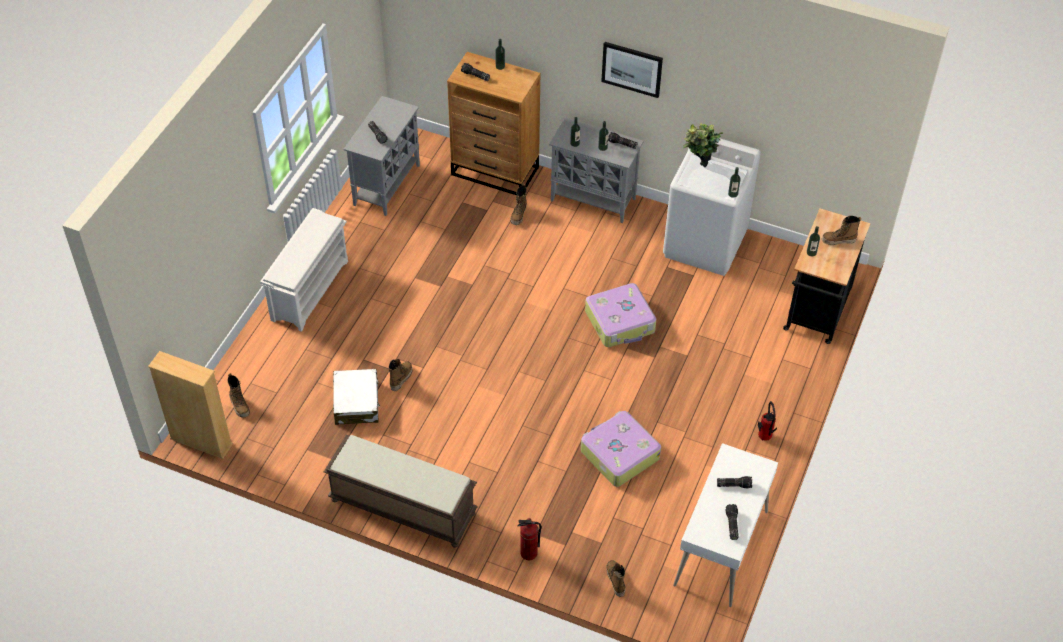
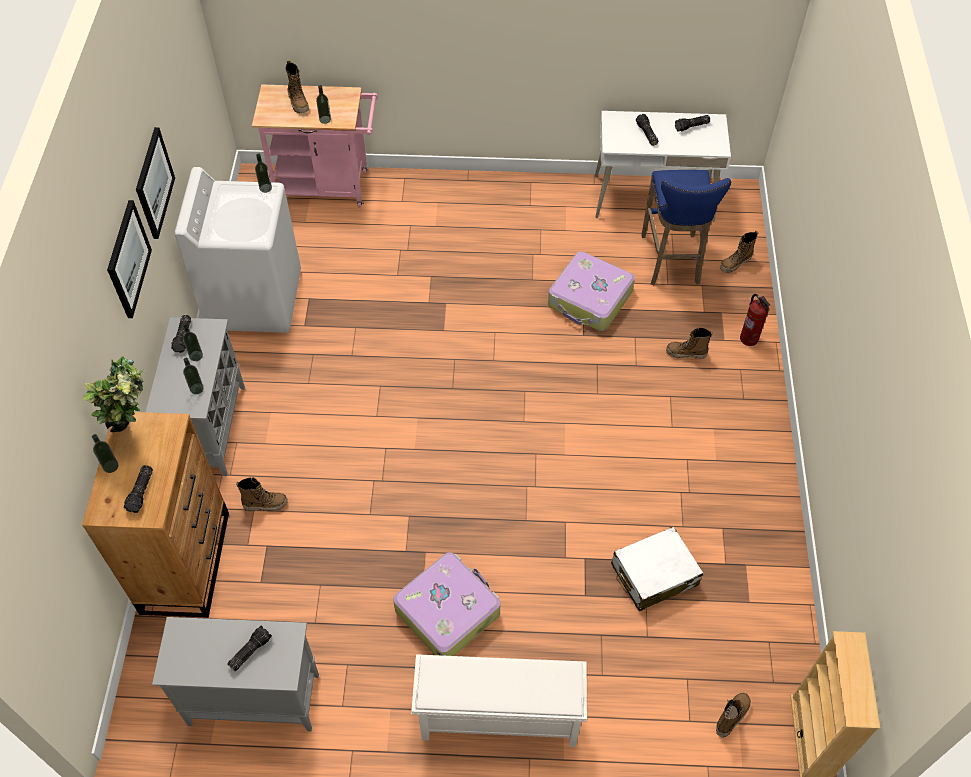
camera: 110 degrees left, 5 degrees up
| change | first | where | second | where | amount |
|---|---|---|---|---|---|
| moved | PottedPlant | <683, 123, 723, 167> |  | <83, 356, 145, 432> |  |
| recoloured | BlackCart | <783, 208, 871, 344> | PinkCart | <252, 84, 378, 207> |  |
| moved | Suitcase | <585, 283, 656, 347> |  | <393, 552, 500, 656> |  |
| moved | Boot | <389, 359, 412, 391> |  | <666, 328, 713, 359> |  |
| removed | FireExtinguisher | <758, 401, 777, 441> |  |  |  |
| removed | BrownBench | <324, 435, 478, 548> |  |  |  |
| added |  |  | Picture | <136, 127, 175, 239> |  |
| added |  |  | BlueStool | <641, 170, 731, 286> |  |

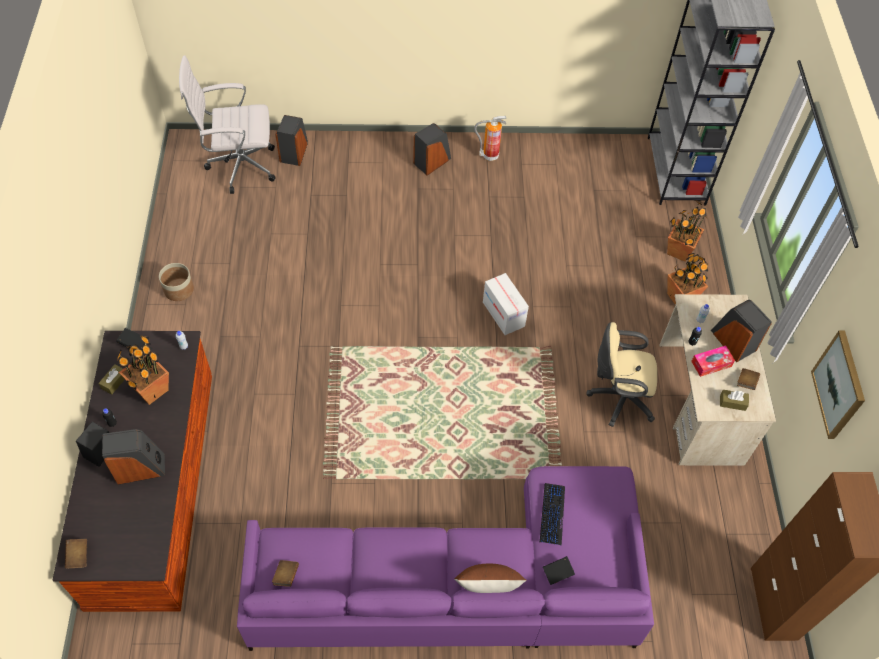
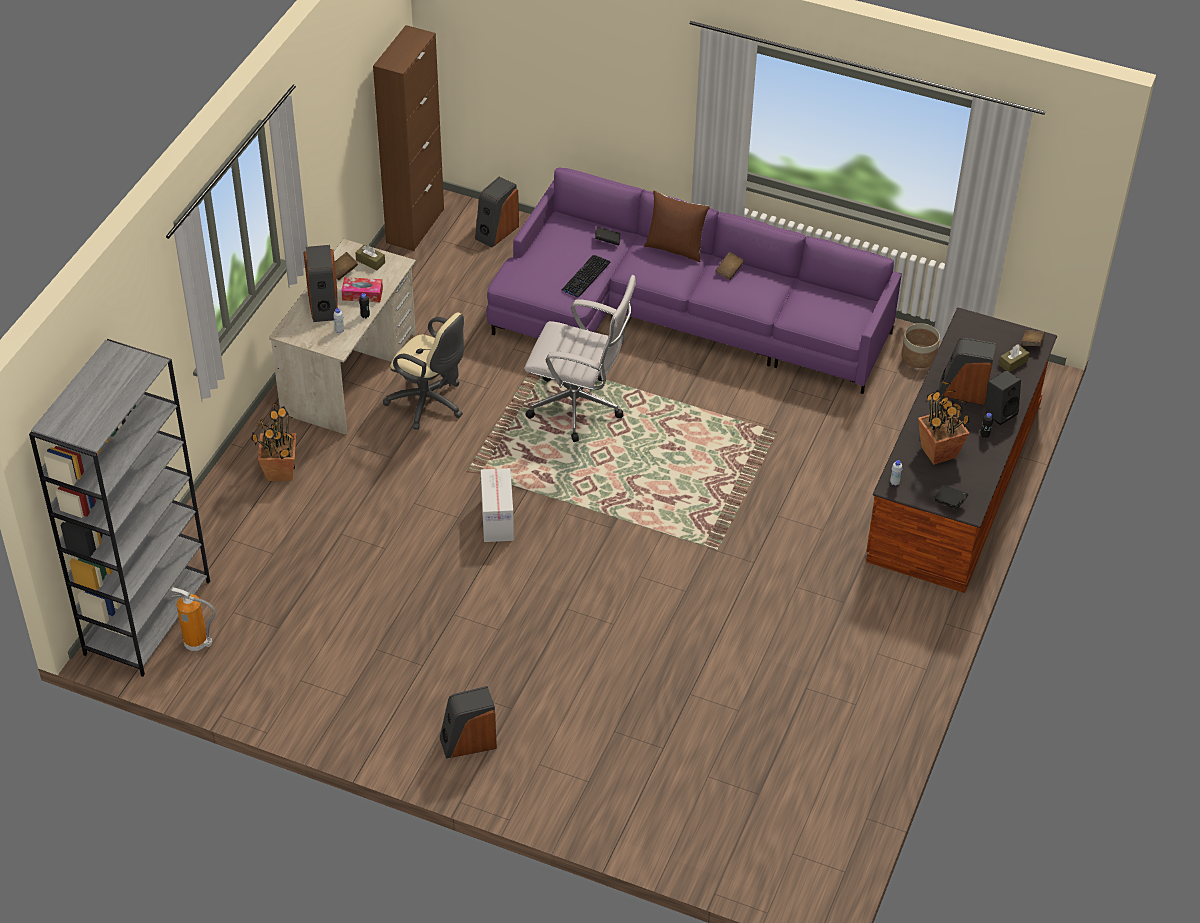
camera: 155 degrees left, 10 degrees down
| change | first | where | second | where | amount |
|---|---|---|---|---|---|
| moved | WhiteOfficeChair | <179, 55, 276, 194> |  | <525, 275, 636, 442> |  |
| moved | Speaker | <275, 115, 308, 166> |  | <475, 176, 519, 248> |  |
| moved | FireExtinguisher | <474, 116, 506, 161> |  | <170, 587, 216, 651> |  |
| removed | PottedPlant | <667, 200, 708, 262> |  |  |  |
| moved | Planter | <159, 263, 194, 301> |  | <902, 323, 940, 368> |  |
| removed | Picture | <811, 330, 865, 439> |  |  |  |
| moved | BrownTissueBox | <98, 364, 125, 394> |  | <999, 345, 1029, 372> |  |
| moved | BrownBook | <272, 560, 299, 587> |  | <715, 252, 744, 280> |  |

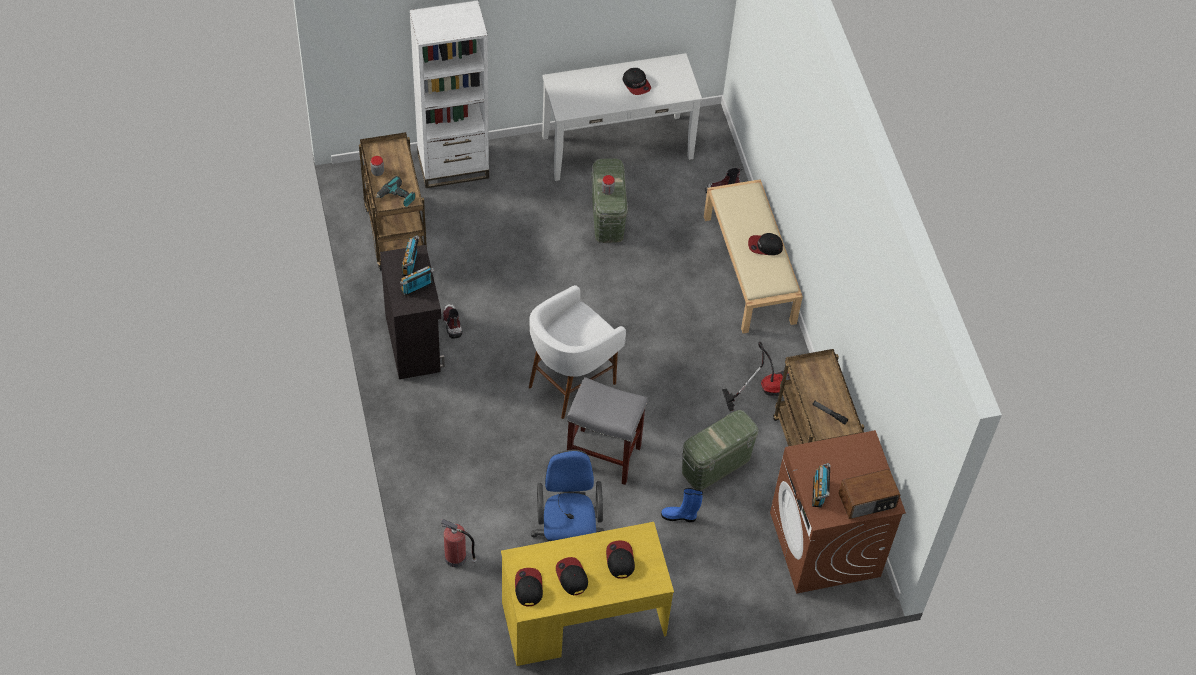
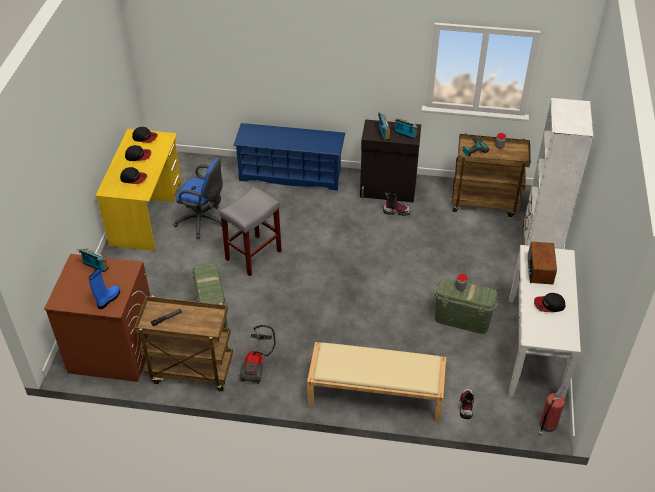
camera: 115 degrees right, 10 degrees down
| change | first | where | second | where | amount |
|---|---|---|---|---|---|
| removed | Cap | <748, 233, 783, 255> |  |  |  |
| removed | WhiteStool | <529, 285, 626, 419> |  |  |  |
| moved | Radio | <839, 469, 900, 519> |  | <528, 242, 557, 284> |  |
| moved | BlueBoot | <661, 488, 703, 522> |  | <89, 268, 120, 309> |  |
| moved | FireExtinguisher | <441, 519, 477, 567> |  | <539, 385, 566, 435> |  |
| added |  |  | BlueShoeRack | <233, 123, 345, 191> |  |

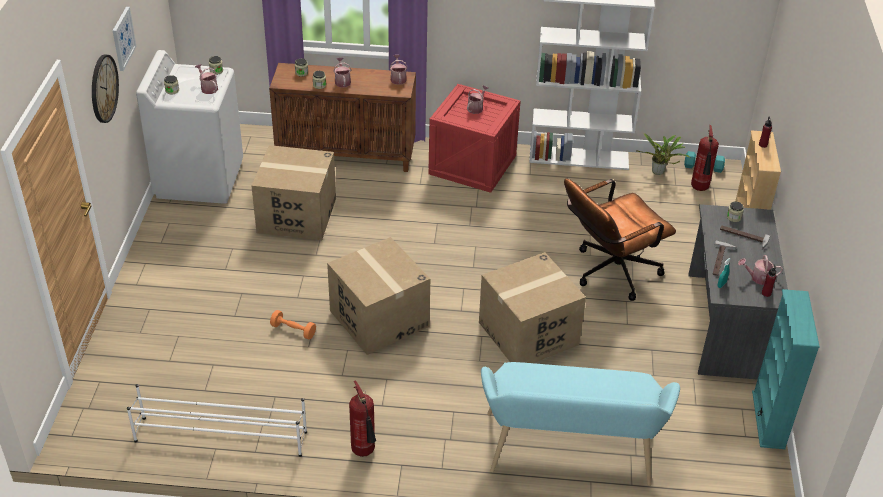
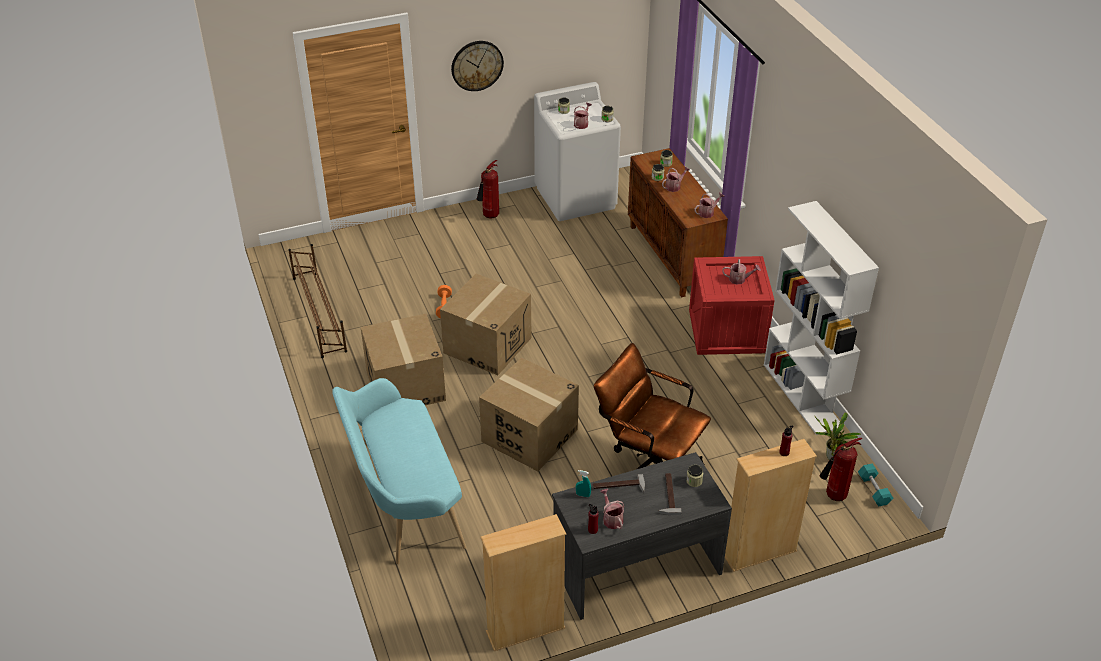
camera: 65 degrees right, 0 degrees up
| change | first | where | second | where | amount |
|---|---|---|---|---|---|
| removed | Picture | <113, 7, 137, 71> |  |  |  |
| moved | CardboardBox | <252, 145, 336, 240> |  | <361, 314, 446, 405> |  |
| recoloured | TurquoiseBookcase | <752, 289, 820, 449> | BeigeBookcase | <480, 514, 566, 651> |  |
| moved | FireExtinguisher | <349, 380, 376, 457> |  | <477, 160, 499, 219> |  |
| recoloured | WhiteShoeRack | <127, 384, 307, 457> | BrownShoeRack | <288, 244, 347, 358> |  |

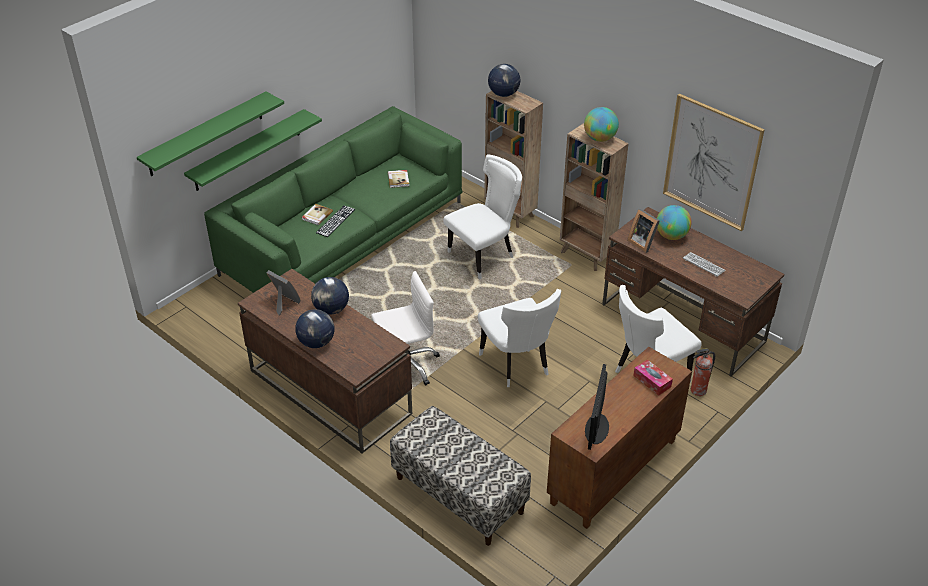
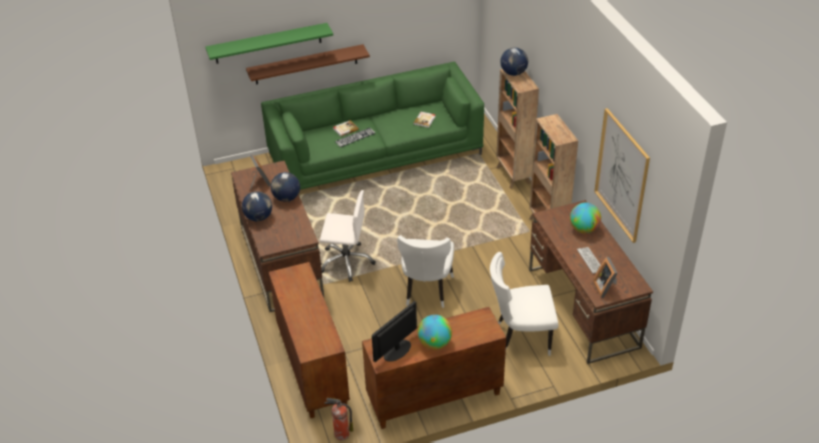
camera: 30 degrees right, 0 degrees up
| change | first | where | second | where | amount |
|---|---|---|---|---|---|
| moved | Globe | <584, 107, 619, 142> |  | <417, 315, 452, 350> |  |
| recoloured | GreenShelf | <184, 109, 322, 191> | BrownShelf | <246, 44, 370, 84> |  |
| removed | WhiteChair | <443, 154, 522, 279> |  |  |  |
| moved | PictureFrame | <627, 209, 660, 253> |  | <593, 257, 618, 298> |  |
| moved | FireExtinguisher | <691, 348, 715, 396> |  | <324, 398, 353, 440> |  |
| removed | TissueBox | <633, 360, 673, 396> |  |  |  |
| replaced | Bench | <390, 406, 531, 546> | BrownCabinet | <269, 262, 350, 418> |  |

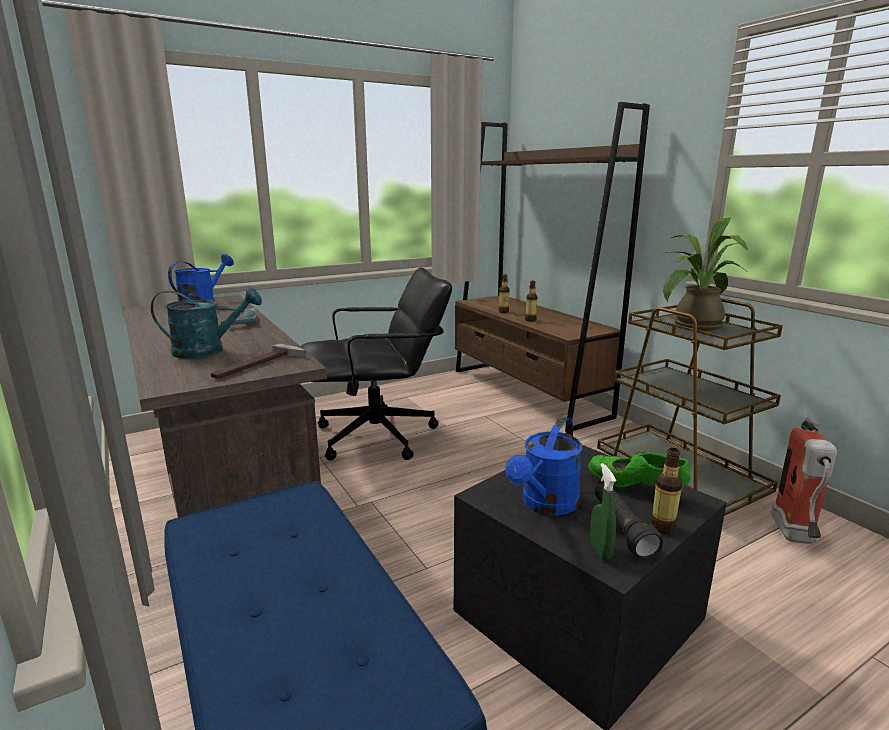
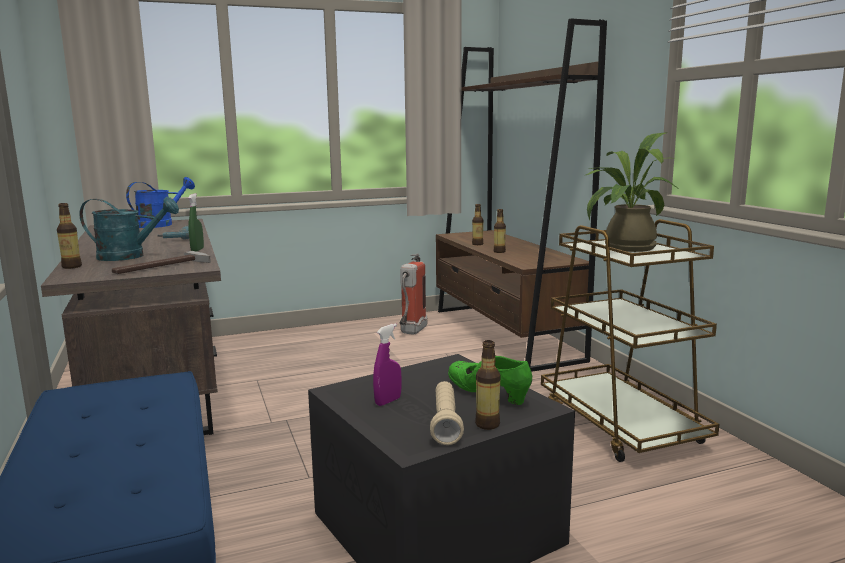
camera: 10 degrees right, 5 degrees down
| change | first | where | second | where | amount |
|---|---|---|---|---|---|
| removed | BlackOfficeChair | <301, 267, 452, 461> |  |  |  |
| replaced | BlueWateringCan | <506, 417, 582, 516> | PurpleSprayBottle | <373, 323, 402, 406> |  |
| moved | FireExtinguisher | <771, 417, 837, 544> |  | <400, 253, 427, 334> |  |
| moved | GreenSprayBottle | <590, 463, 616, 560> |  | <188, 194, 204, 252> |  |
| recoloured | BlackFlashlight | <595, 483, 663, 559> | BeigeFlashlight | <430, 381, 464, 445> |  |
| added |  |  | Bottle | <57, 203, 82, 269> |  |

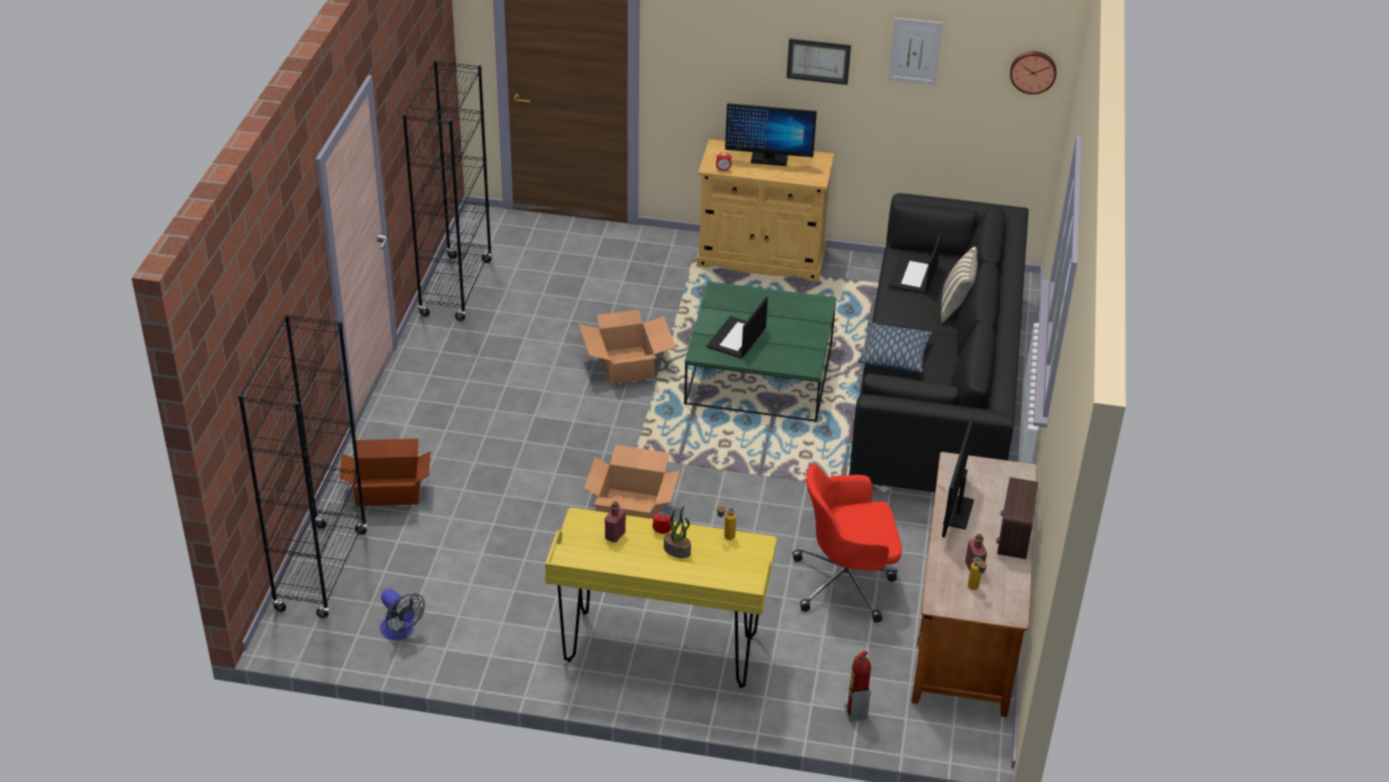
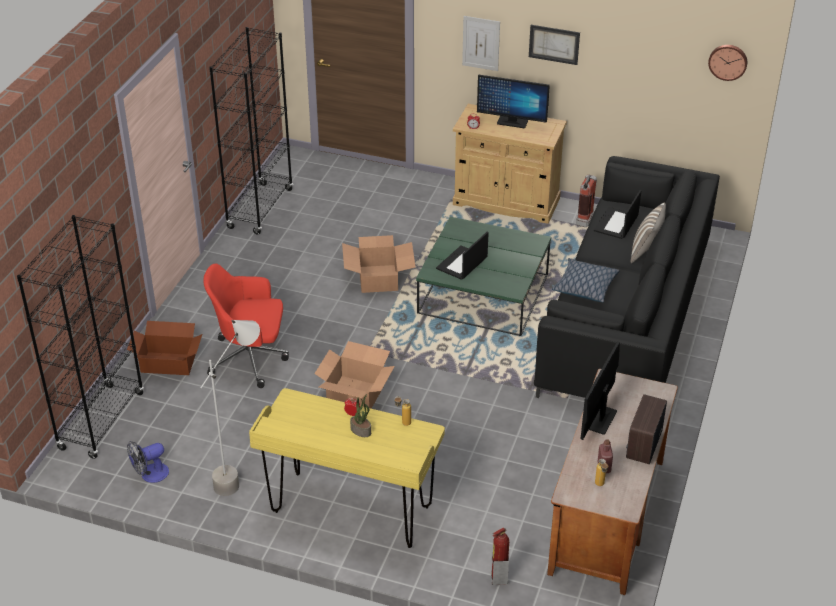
camera: 10 degrees right, 0 degrees up
| change | first | where | second | where | amount |
|---|---|---|---|---|---|
| moved | Picture | <888, 18, 943, 85> |  | <462, 16, 500, 71> |  |
| moved | RedOfficeChair | <792, 464, 902, 623> |  | <203, 264, 289, 388> |  |
| removed | RedBottle | <605, 501, 626, 542> |  |  |  |
| turned | Fan | <380, 589, 425, 640> |  | <127, 441, 169, 483> | 90 degrees clockwise |
| added |  |  | FireExtinguisher | <576, 174, 597, 227> |  |
| added |  |  | GreyFloorLamp | <201, 320, 260, 496> |  |

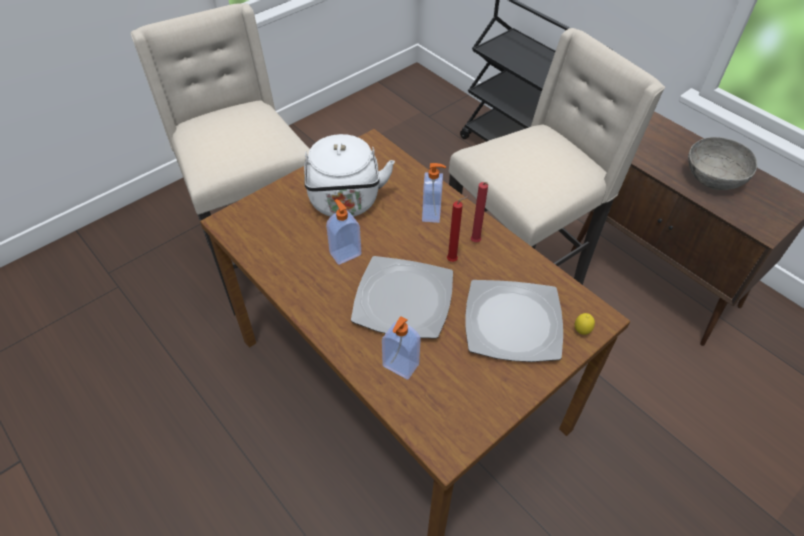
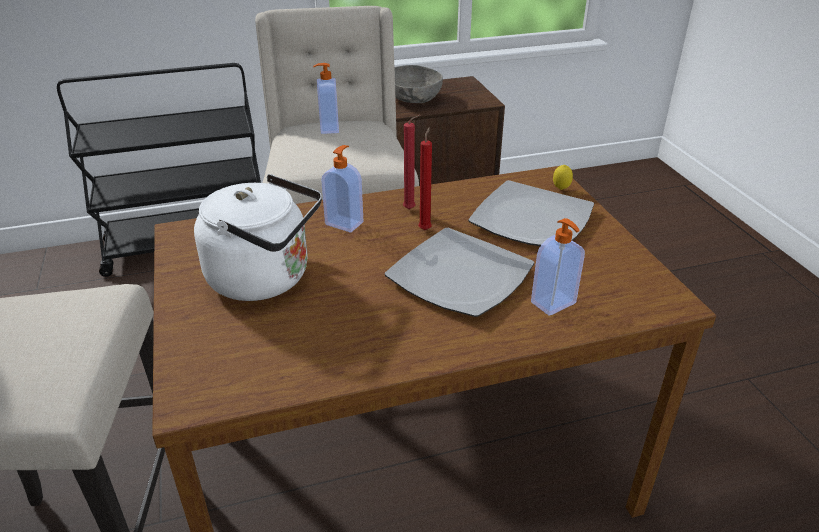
camera: 65 degrees left, 15 degrees down
| change | first | where | second | where | amount |
|---|---|---|---|---|---|
| moved | SoapDispenser | <326, 199, 362, 265> |  | <313, 63, 339, 134> |  |

